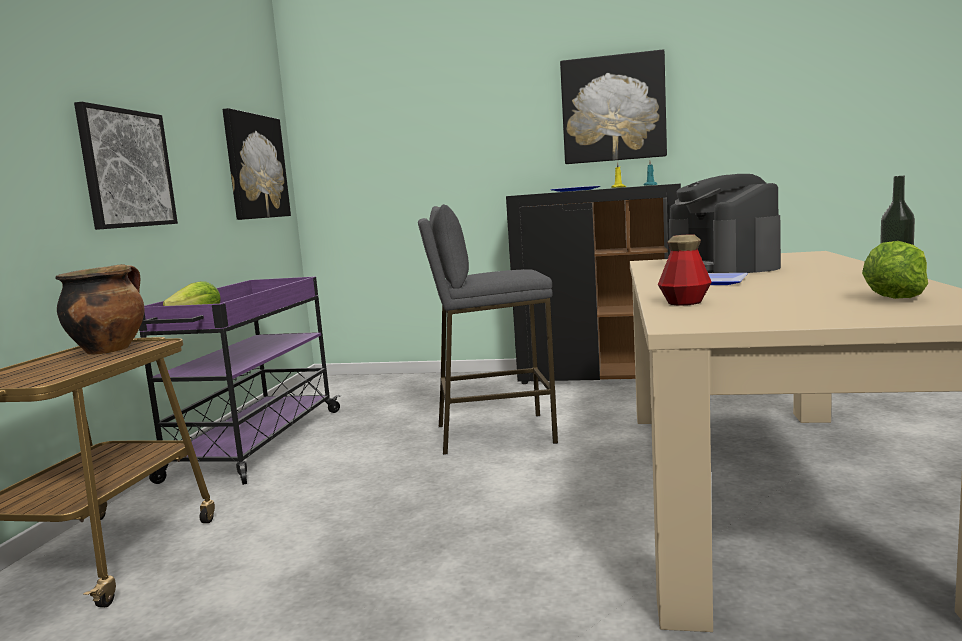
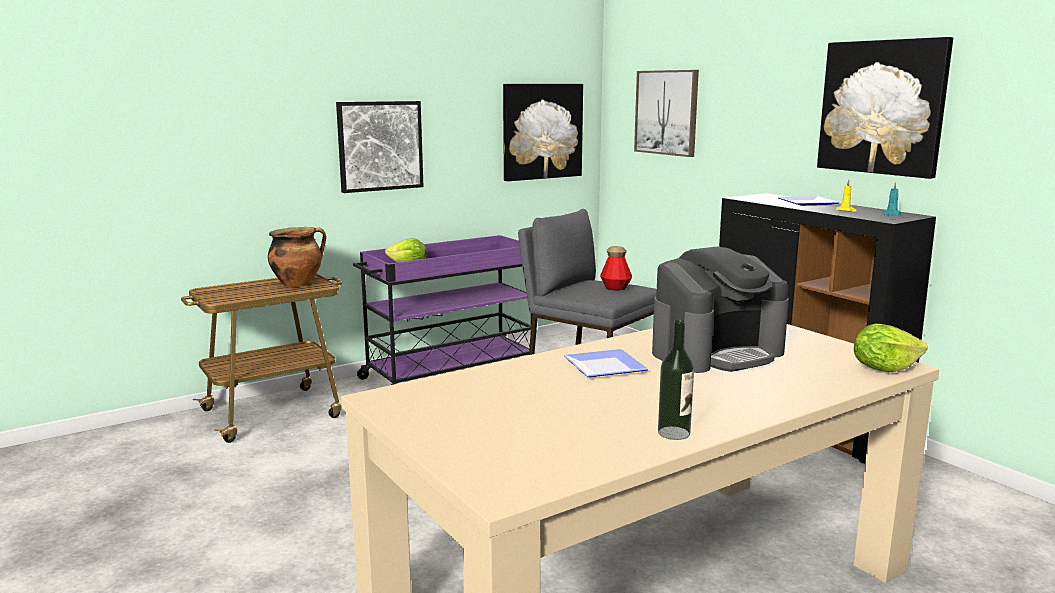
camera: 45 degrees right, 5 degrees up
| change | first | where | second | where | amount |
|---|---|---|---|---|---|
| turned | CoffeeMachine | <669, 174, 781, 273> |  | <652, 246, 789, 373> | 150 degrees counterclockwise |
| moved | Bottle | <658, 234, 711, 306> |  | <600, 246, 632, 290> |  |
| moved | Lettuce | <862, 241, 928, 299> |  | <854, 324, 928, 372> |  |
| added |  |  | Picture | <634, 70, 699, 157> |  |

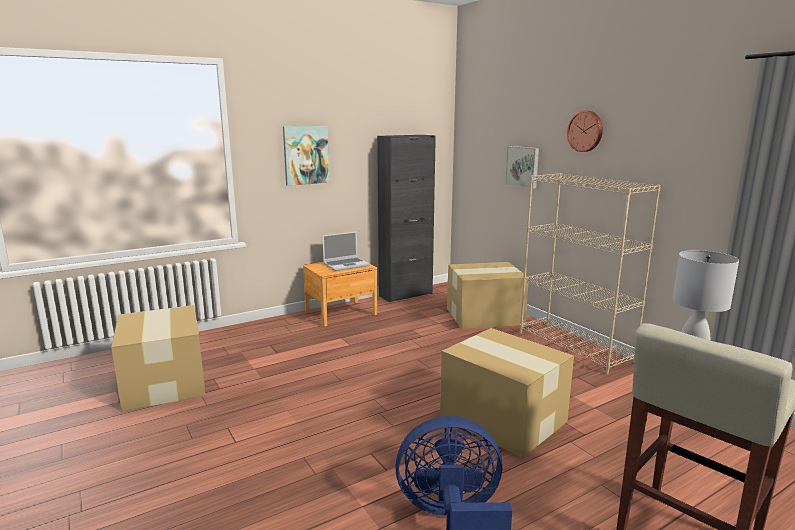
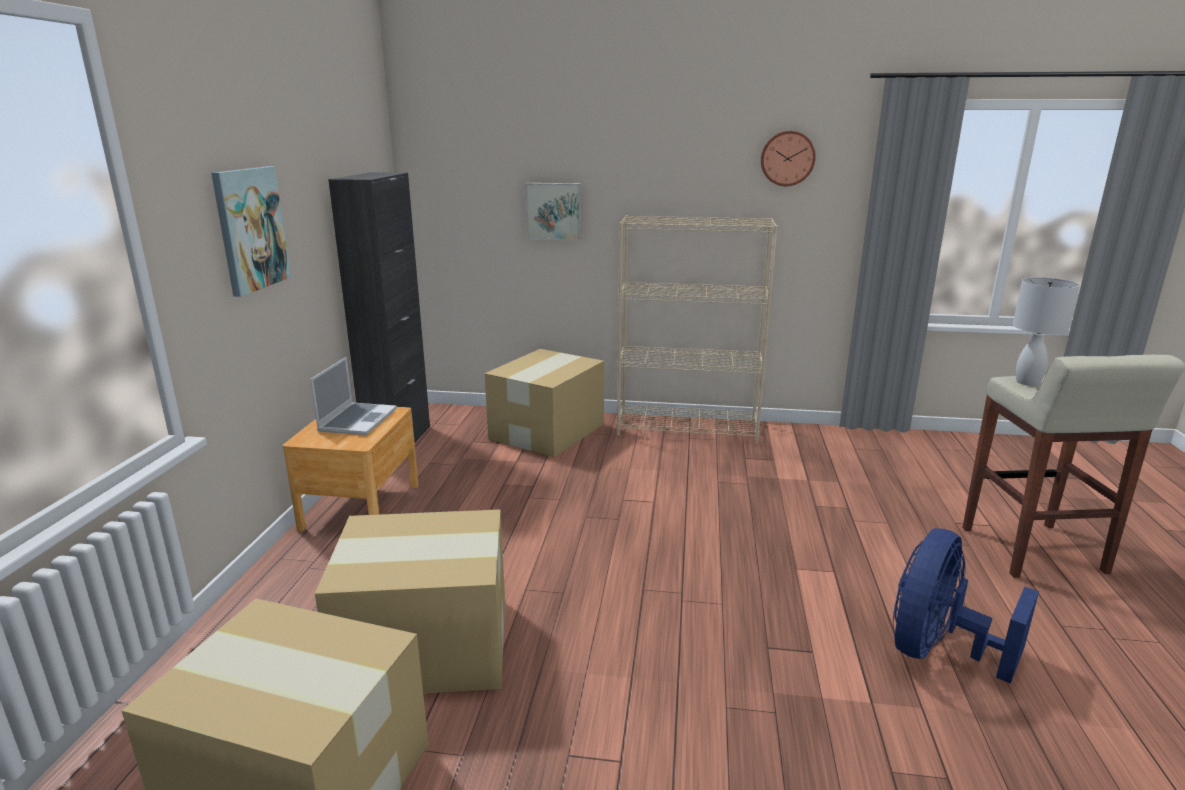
camera: 50 degrees left, 5 degrees up
| change | first | where | second | where | amount |
|---|---|---|---|---|---|
| moved | WallClock | <567, 111, 603, 152> |  | <761, 131, 816, 186> |  |
| moved | CardboardBox | <440, 328, 574, 458> |  | <315, 509, 505, 694> |  |

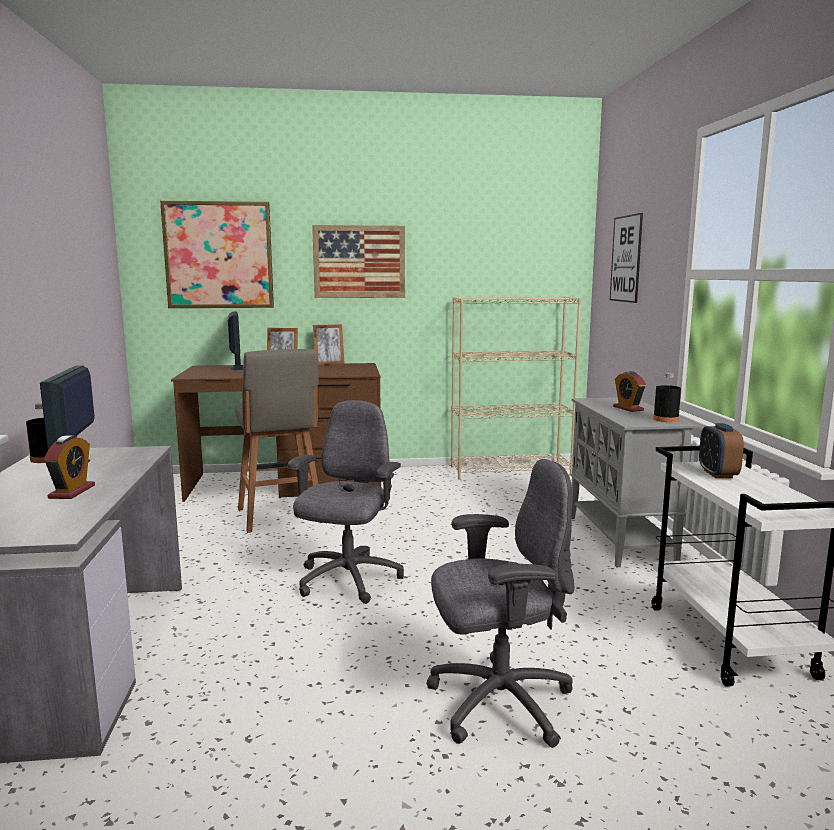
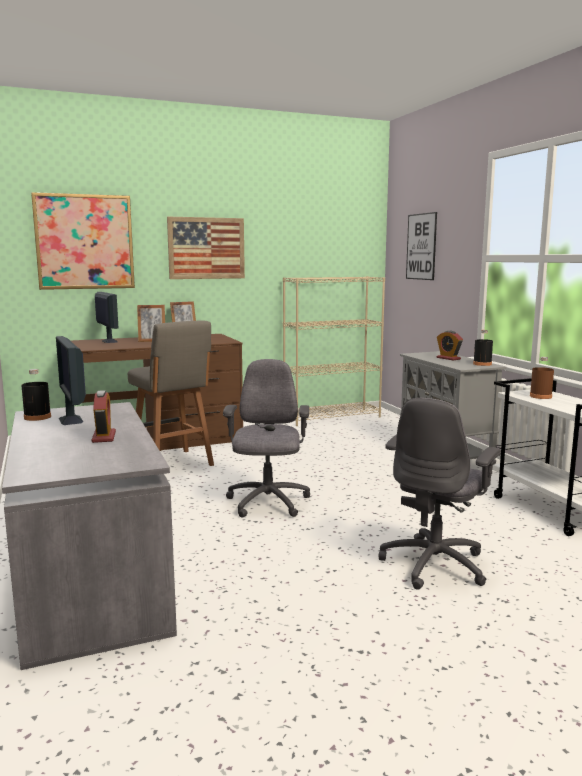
camera: 15 degrees left, 0 degrees up
| change | first | where | second | where | amount |
|---|---|---|---|---|---|
| replaced | AlarmClock | <699, 423, 744, 478> | BrownBottle | <530, 357, 554, 399> |  |
| turned | GreyOfficeChair | <426, 459, 575, 748> |  | <378, 398, 501, 590> | 150 degrees clockwise |

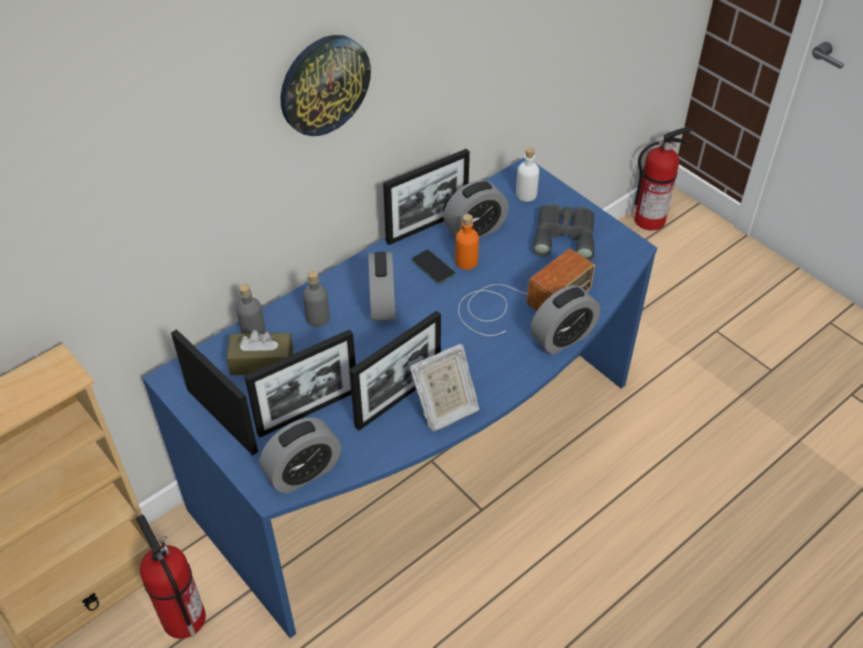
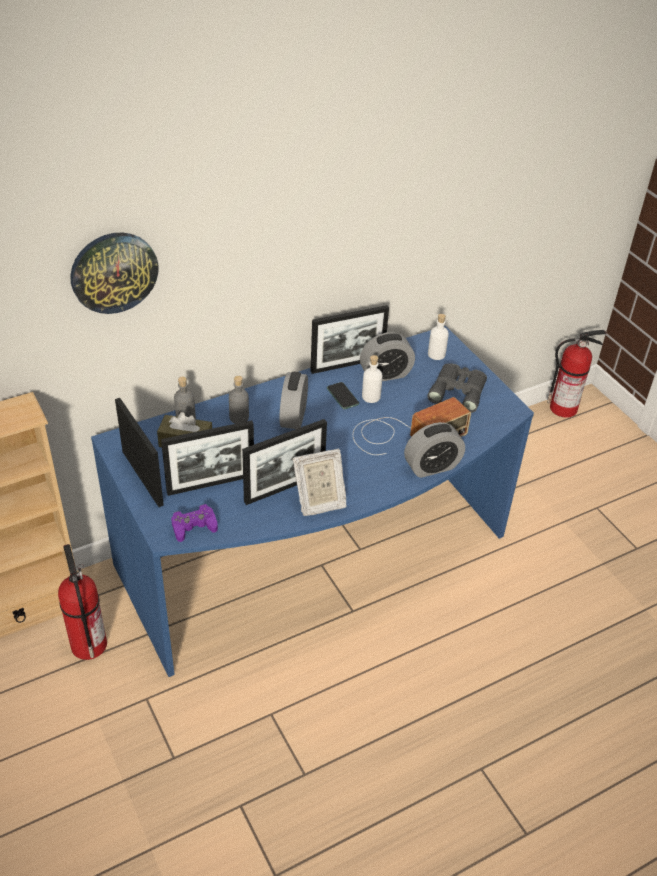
camera: 10 degrees right, 5 degrees down
| change | first | where | second | where | amount |
|---|---|---|---|---|---|
| moved | WallClock | <281, 35, 371, 136> |  | <70, 233, 159, 314> |  |
| recoloured | OrangeBottle | <455, 214, 479, 270> | WhiteBottle | <362, 355, 383, 403> |  |
| replaced | AlarmClock | <260, 417, 341, 493> | PurpleGameController | <171, 504, 218, 542> |  |

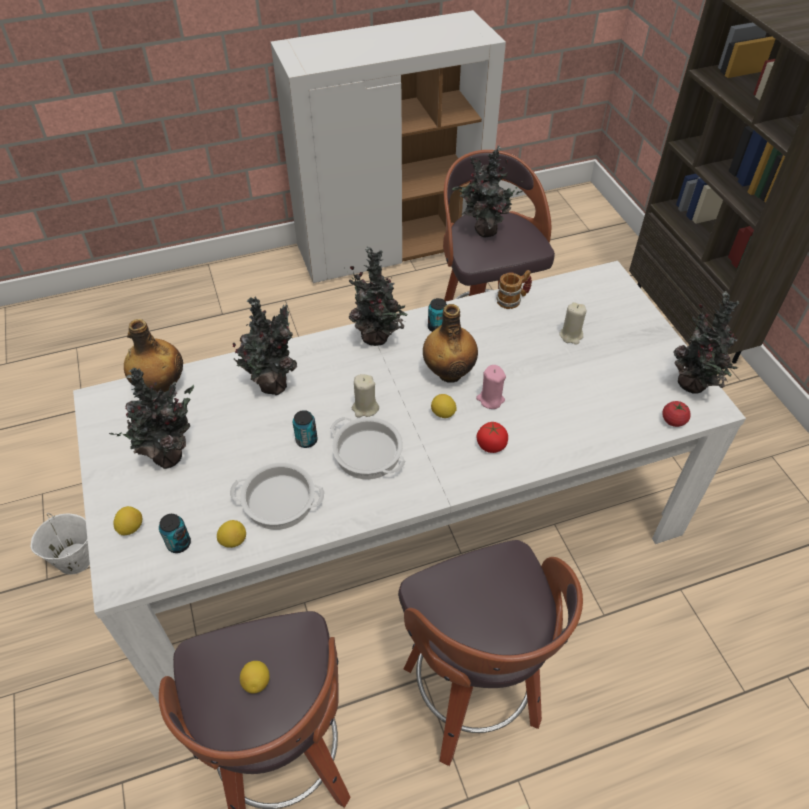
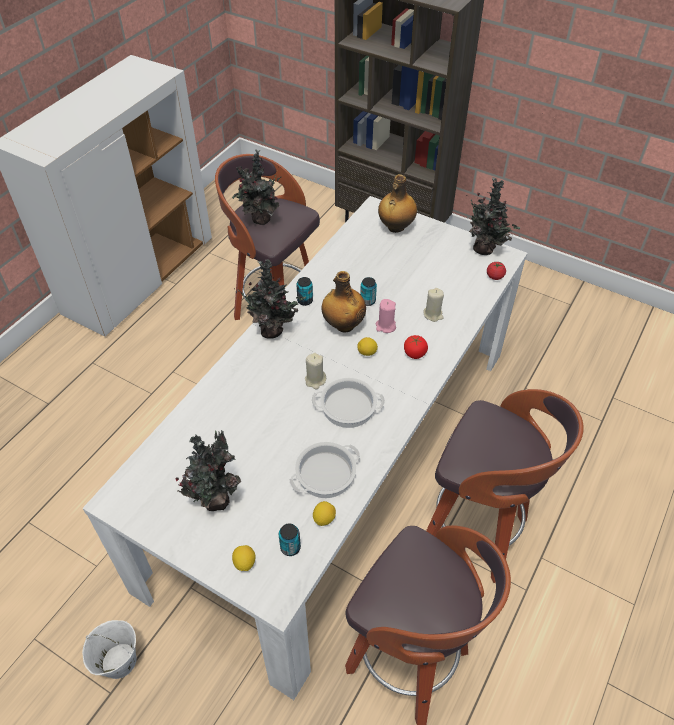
camera: 40 degrees left, 0 degrees up
| change | first | where | second | where | amount |
|---|---|---|---|---|---|
| removed | Mug | <497, 270, 532, 309> |  |  |  |
| removed | PottedPlant | <233, 297, 297, 395> |  |  |  |
| moved | BeigeCandle | <559, 302, 586, 345> |  | <424, 288, 444, 322> |  |
| moved | Bottle | <124, 319, 183, 393> |  | <378, 174, 417, 233> |  |
| moved | Can | <293, 410, 318, 448> |  | <360, 277, 377, 306> |  |
| removed | Lemon | <240, 661, 270, 694> |  |  |  |

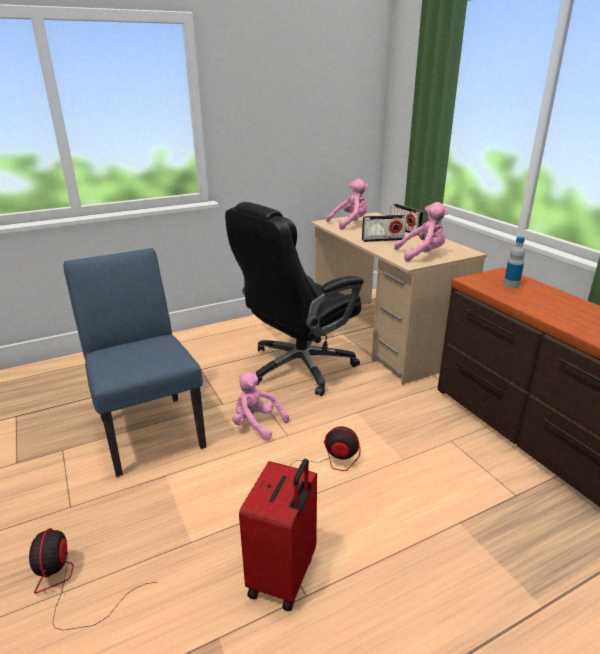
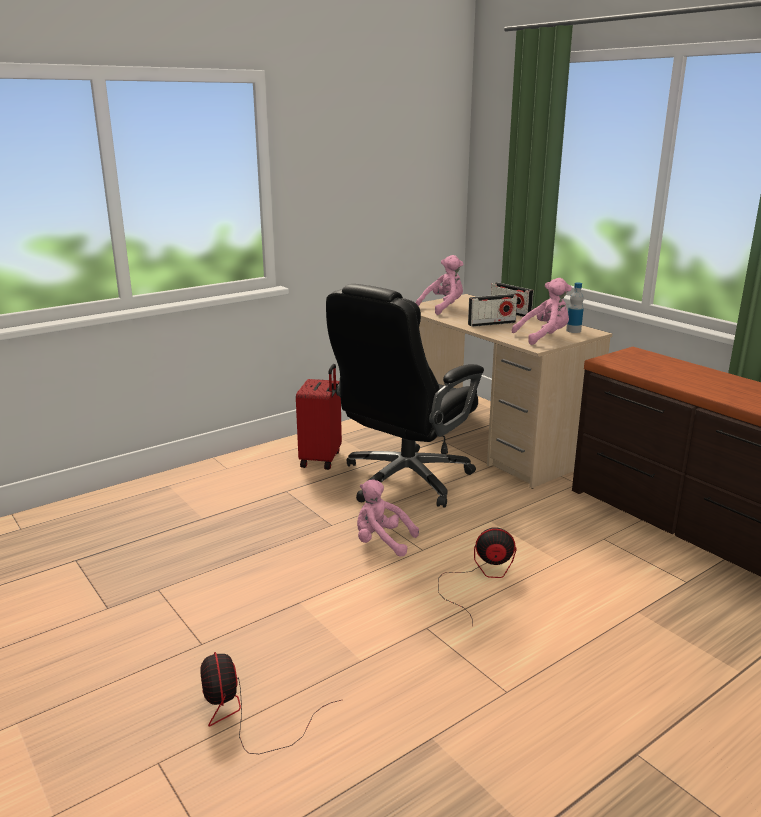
camera: 10 degrees left, 5 degrees down
| change | first | where | second | where | amount |
|---|---|---|---|---|---|
| moved | Bottle | <504, 236, 525, 288> |  | <566, 282, 584, 333> |  |
| removed | BlueChair | <63, 248, 206, 477> |  |  |  |
| moved | RedSuitcase | <239, 459, 317, 611> |  | <296, 364, 342, 470> |  |

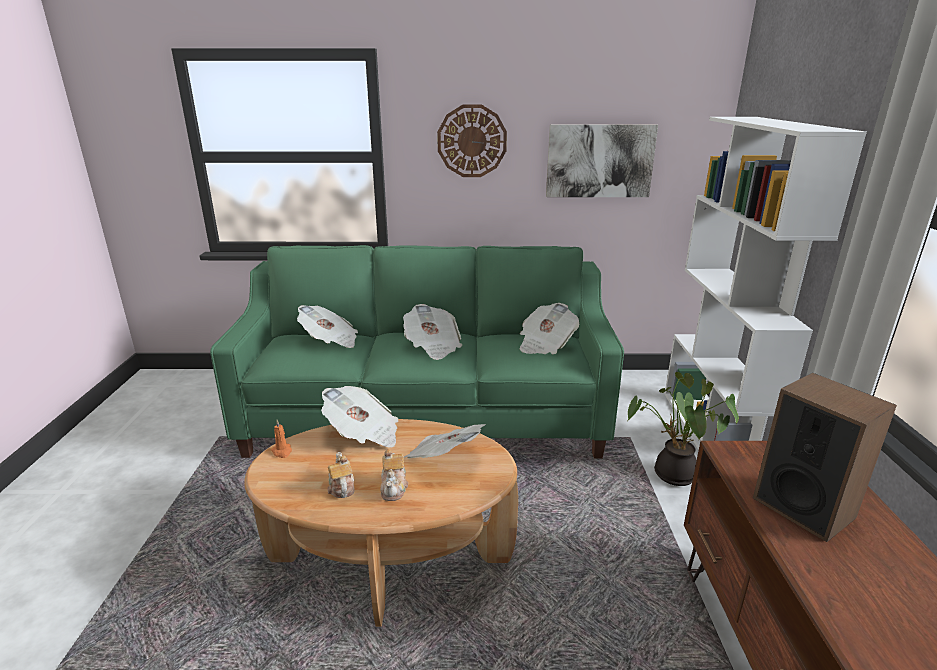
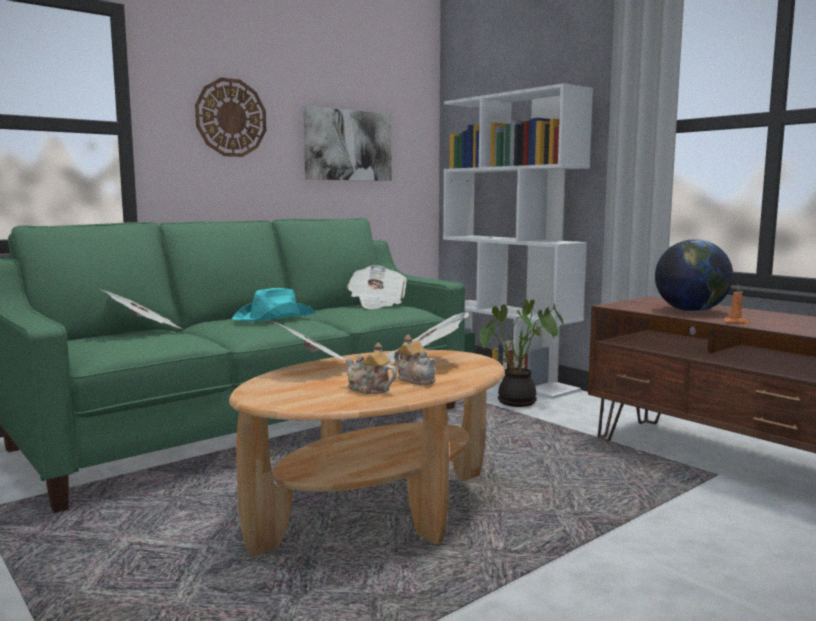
camera: 40 degrees left, 15 degrees down
| change | first | where | second | where | amount |
|---|---|---|---|---|---|
| replaced | Newspaper | <403, 304, 462, 360> | TurquoiseHat | <232, 288, 316, 322> |  |
| replaced | Speaker | <753, 373, 897, 542> | Globe | <655, 239, 733, 312> |  |
| moved | OrangeCandle | <271, 420, 292, 458> |  | <724, 284, 750, 324> |  |

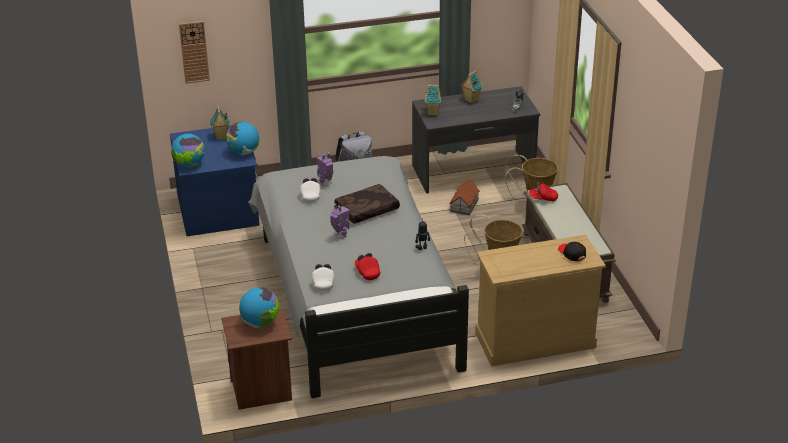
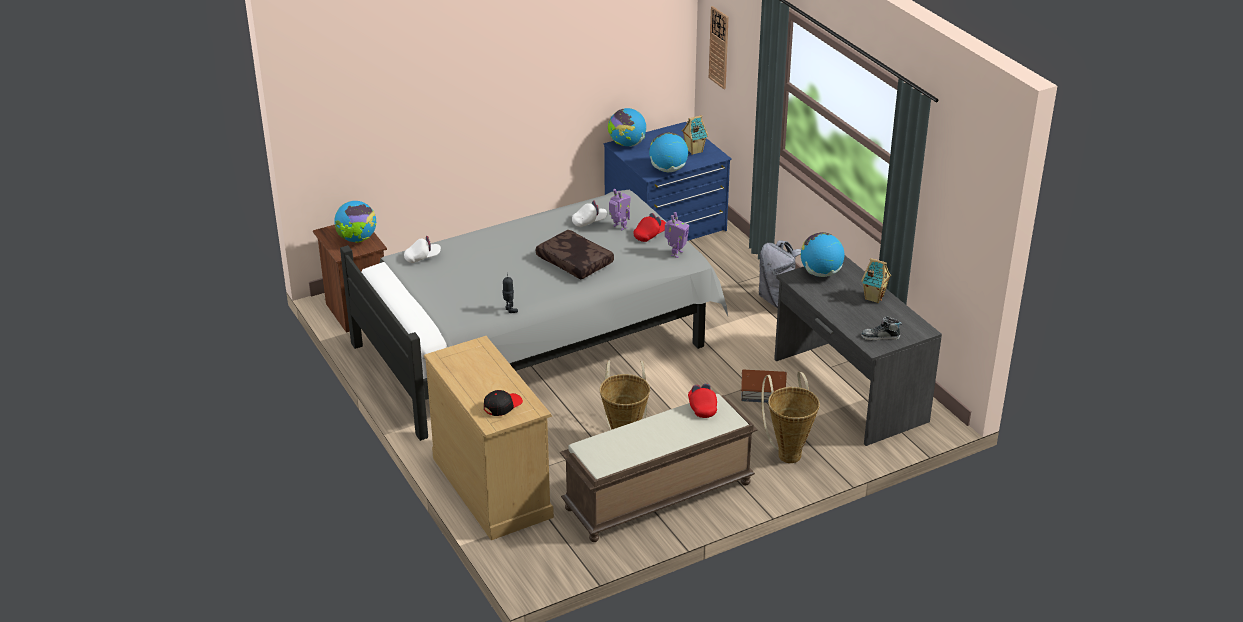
camera: 75 degrees right, 0 degrees up
| change | first | where | second | where | amount |
|---|---|---|---|---|---|
| replaced | ToyHouse | <425, 84, 442, 115> | Globe | <801, 232, 845, 277> |  |
| moved | ToyRobot | <330, 204, 350, 239> |  | <665, 212, 689, 258> |  |
| moved | RedCap | <355, 253, 380, 280> |  | <634, 213, 666, 242> |  |

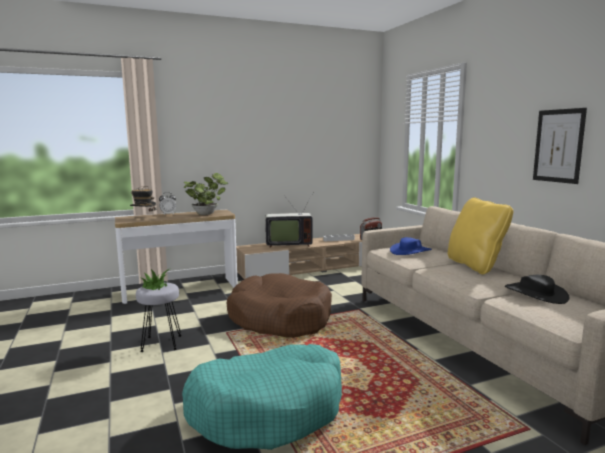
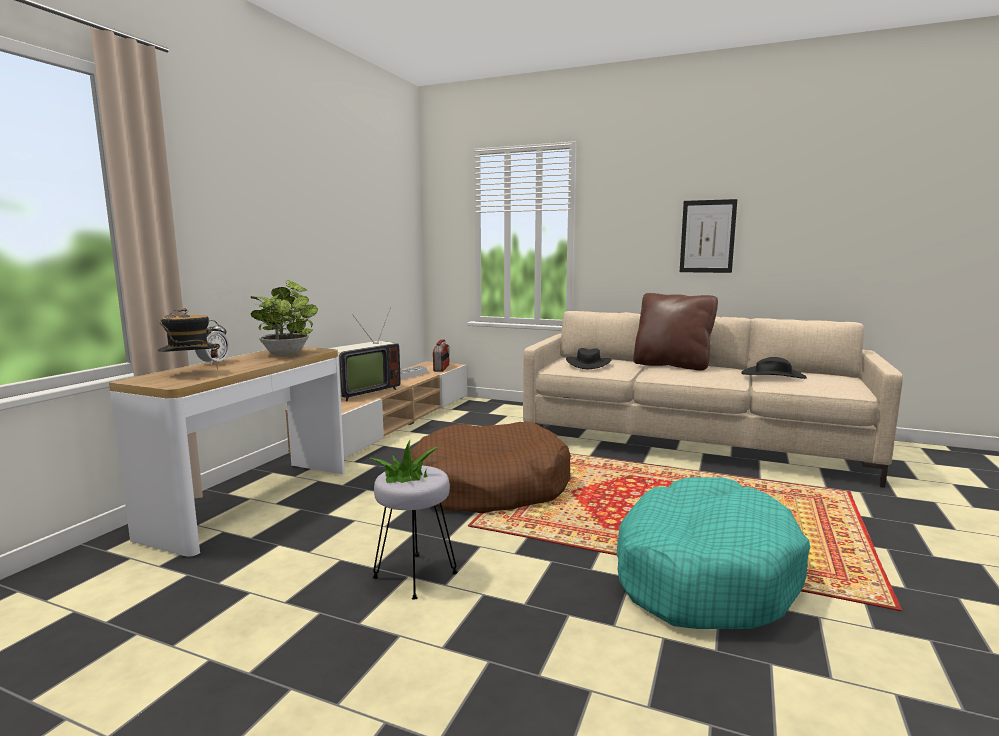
camera: 45 degrees left, 0 degrees up
| change | first | where | second | where | amount |
|---|---|---|---|---|---|
| recoloured | YellowPillow | <448, 197, 513, 274> | BrownPillow | <633, 293, 718, 370> |  |
| recoloured | BlueHat | <390, 237, 432, 255> | BlackHat | <566, 348, 612, 369> |  |

